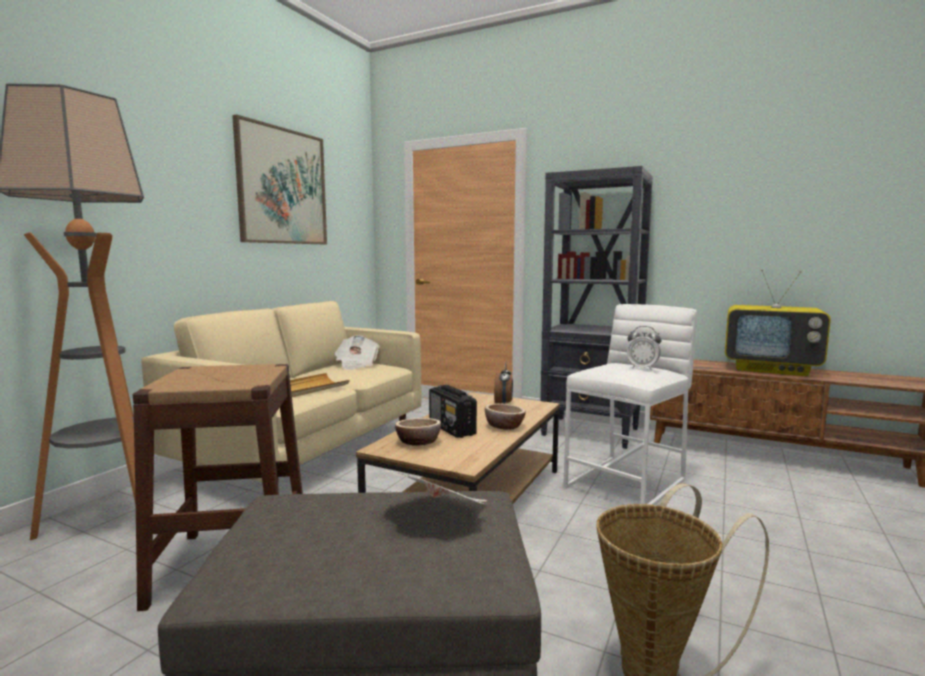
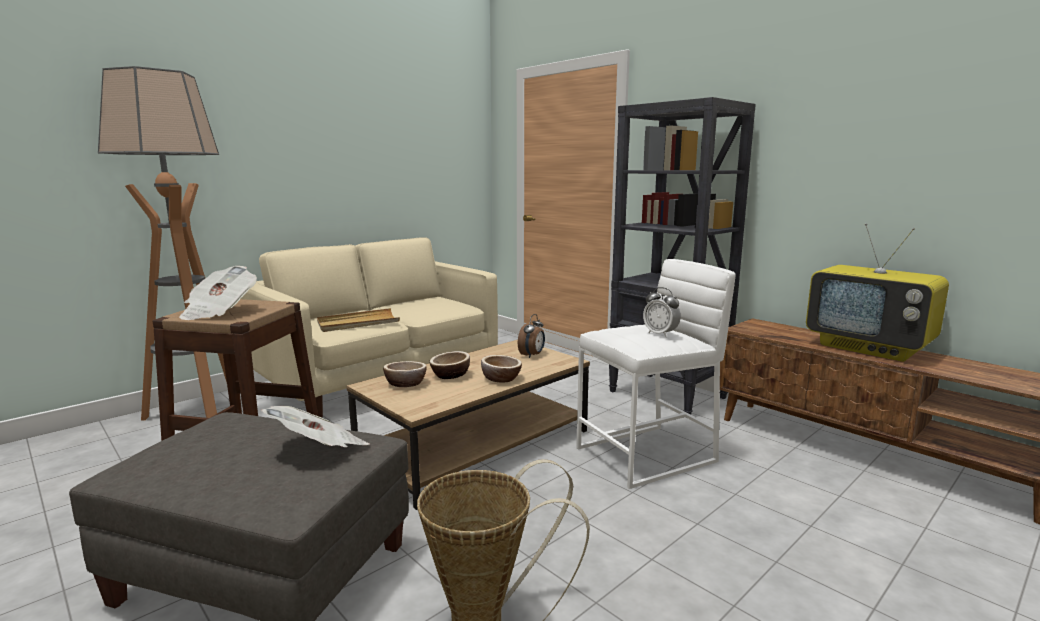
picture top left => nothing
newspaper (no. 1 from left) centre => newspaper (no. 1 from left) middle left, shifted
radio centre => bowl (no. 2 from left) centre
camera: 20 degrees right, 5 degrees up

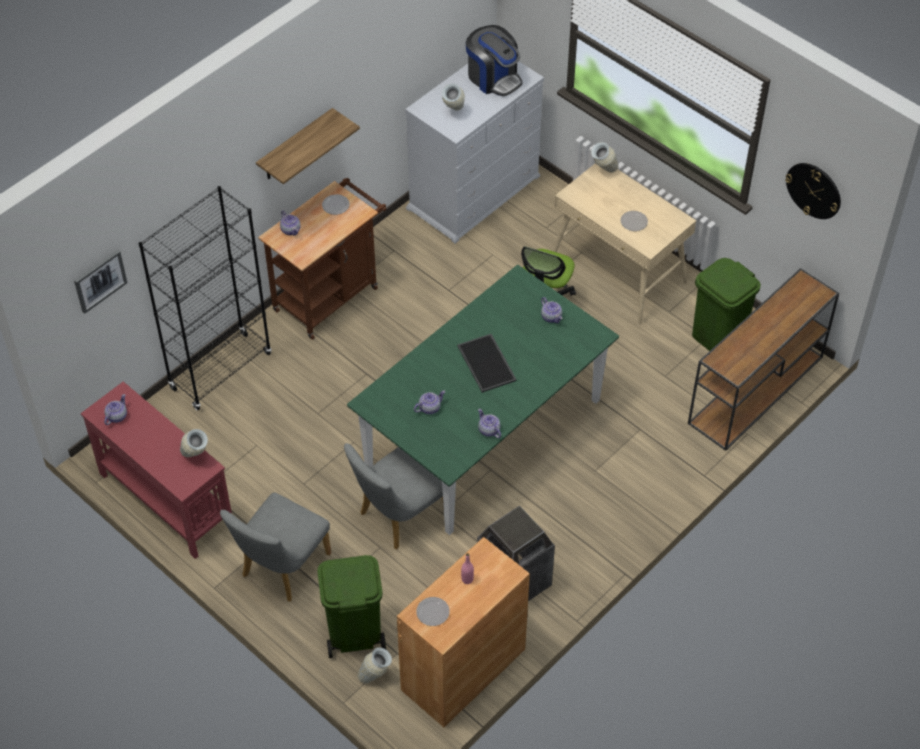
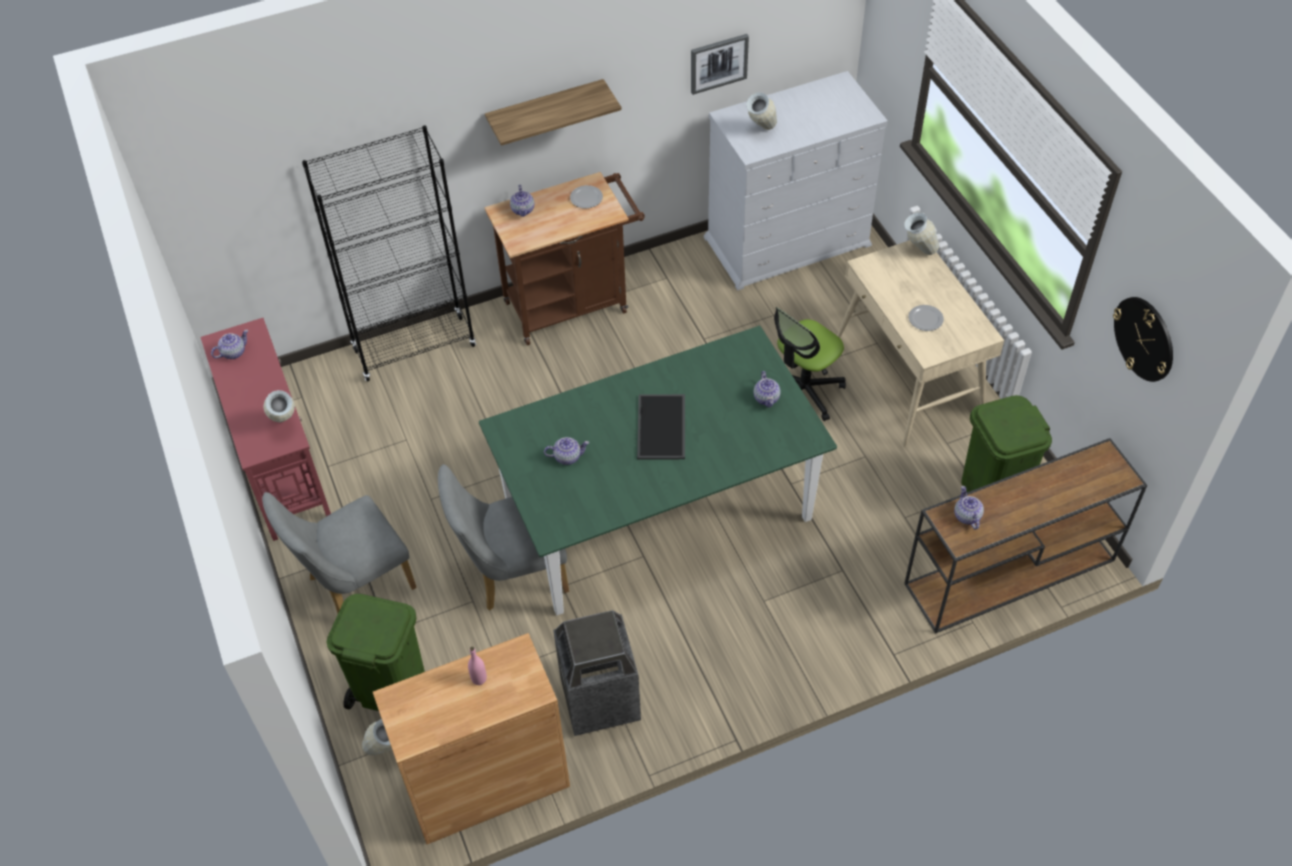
plate (no. 2 from left) bottom centre => nothing
coffee machine top centre => nothing
picture middle left => picture top centre, shifted
teapot (no. 4 from left in the first image) centre => teapot (no. 5 from left) middle right, shifted
camera: 25 degrees right, 0 degrees up

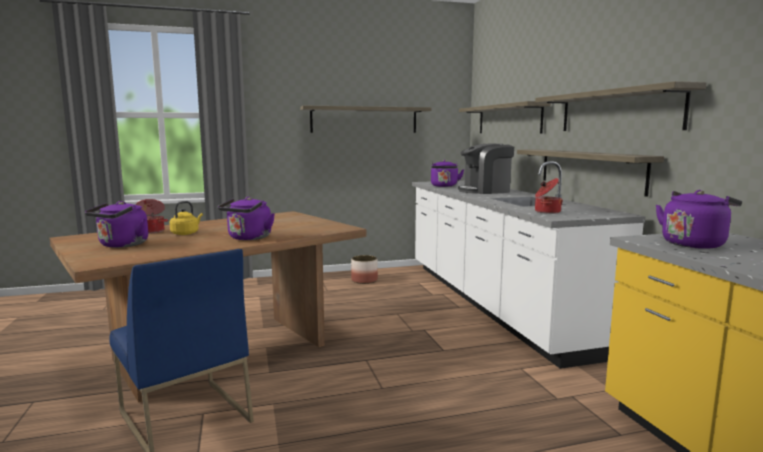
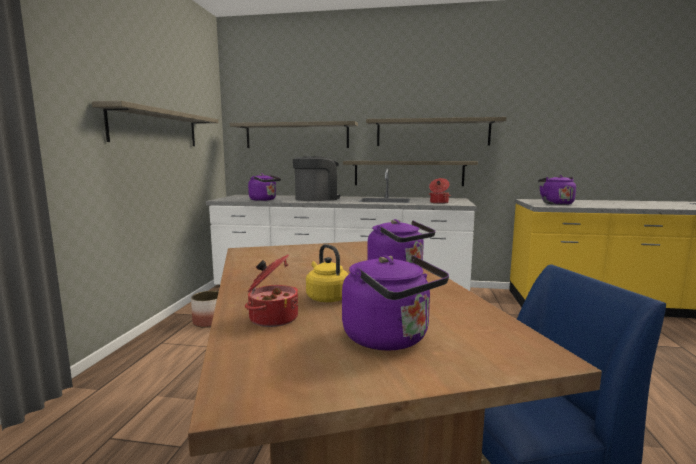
coffee machine centre, 135 degrees counterclockwise
camera: 65 degrees left, 0 degrees up

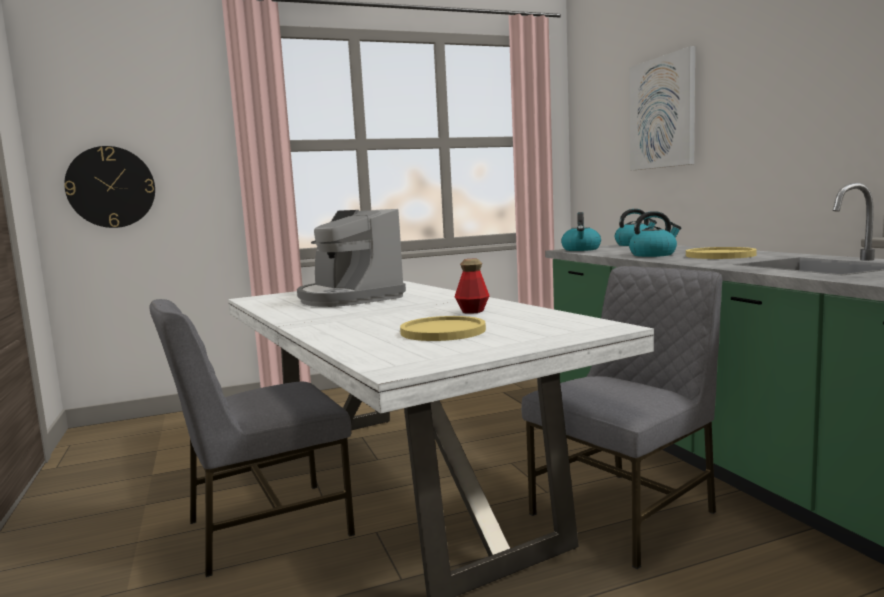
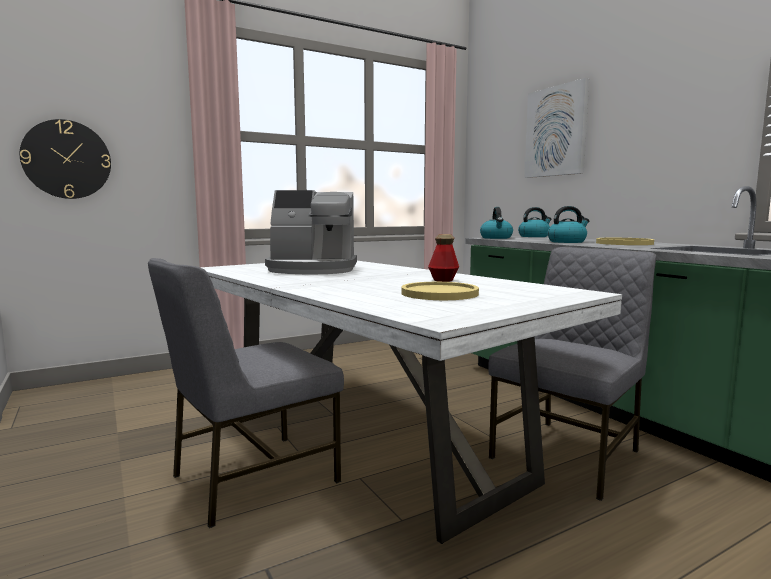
coffee machine centre, 45 degrees counterclockwise
camera: 10 degrees left, 0 degrees up

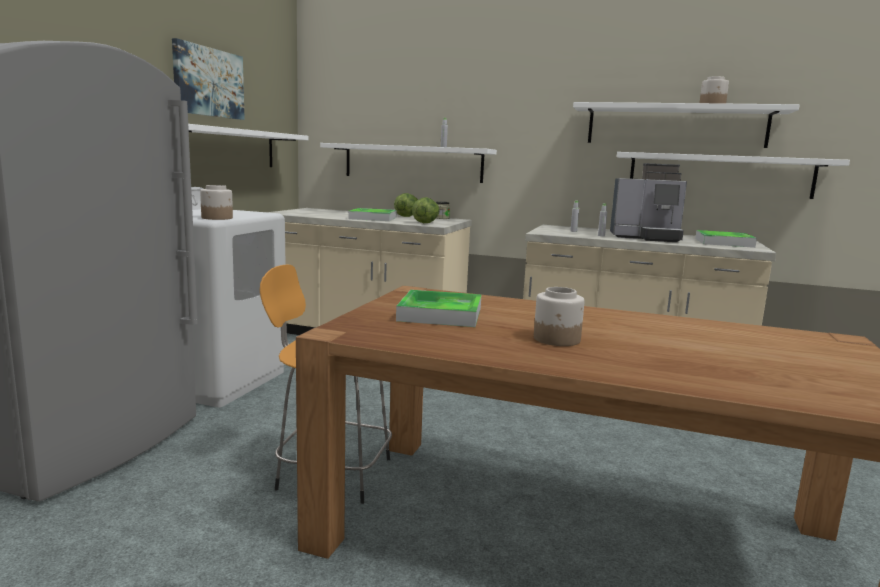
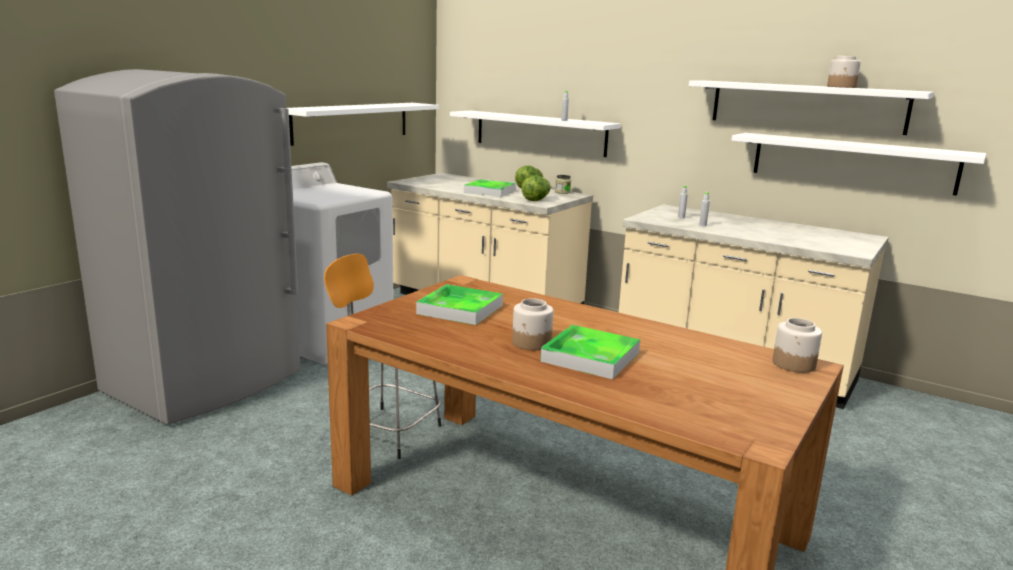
picture top left => nothing
coffee machine middle right => nothing
jar (no. 1 from left in the first image) middle left => jar (no. 3 from left) middle right, shifted
tray (no. 3 from left) middle right => tray (no. 3 from left) centre, shifted
camera: 15 degrees right, 5 degrees up

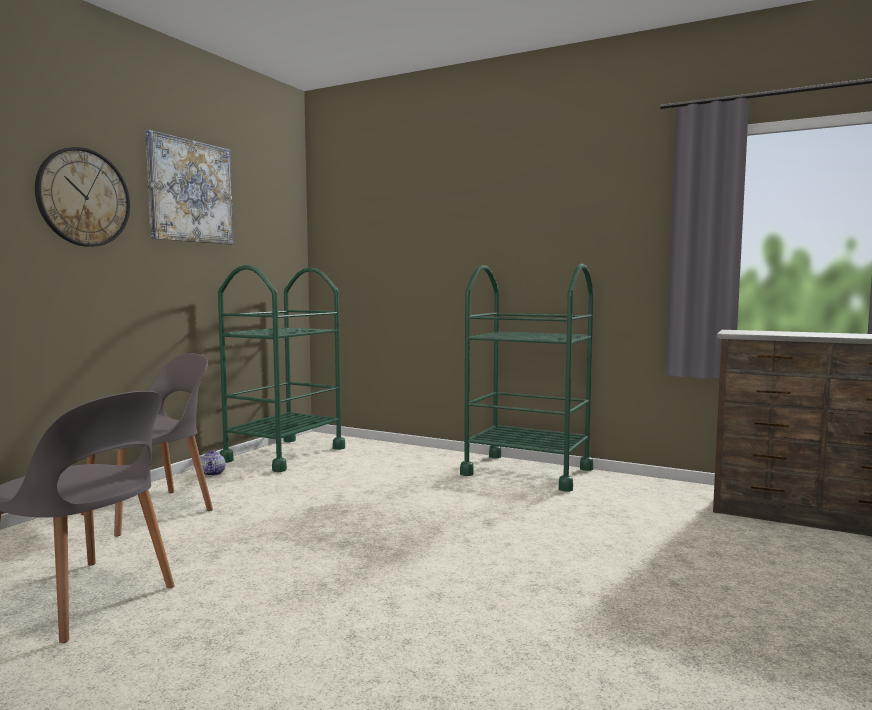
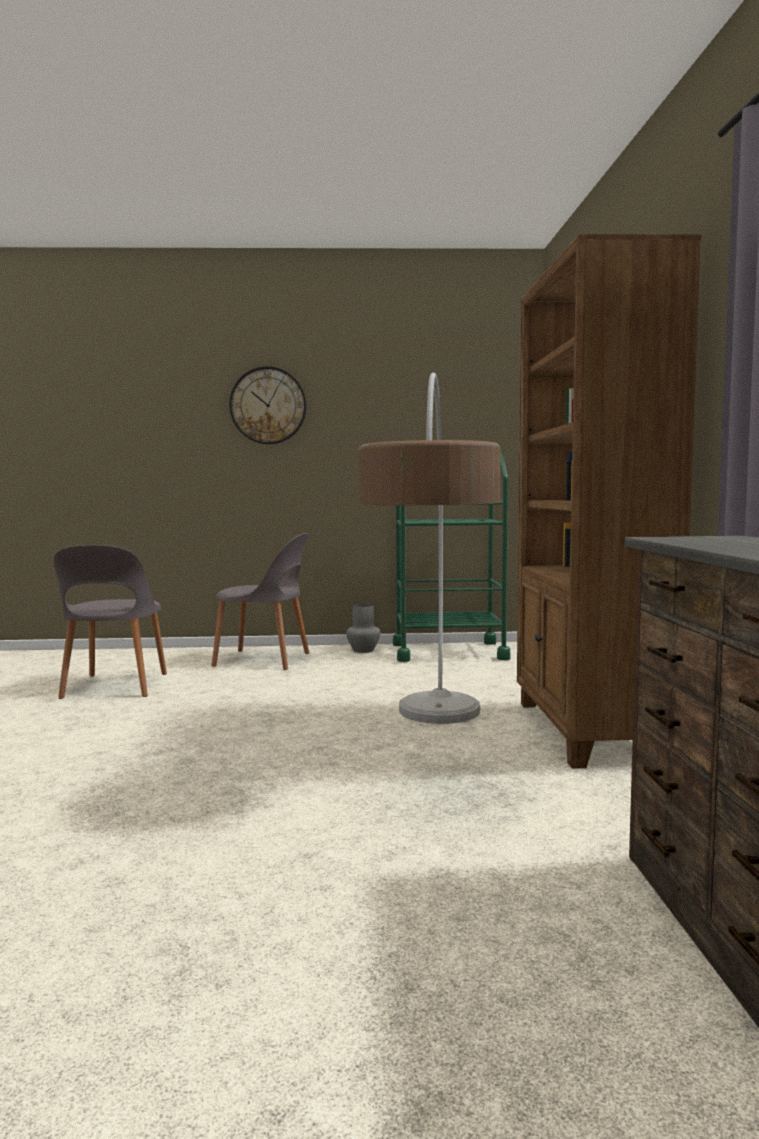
picture top left => nothing
nothing => floor lamp centre
teapot middle left => grey vase centre
green cart (no. 2 from left) centre => brown bookcase middle right
camera: 60 degrees right, 0 degrees up

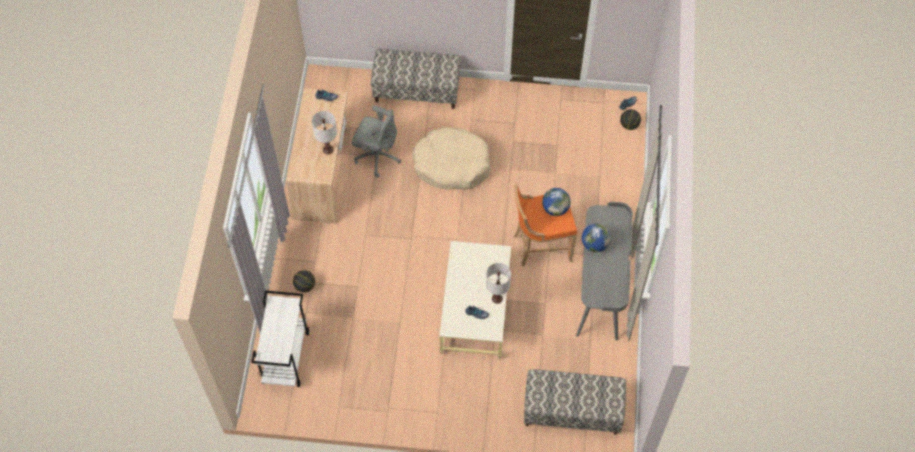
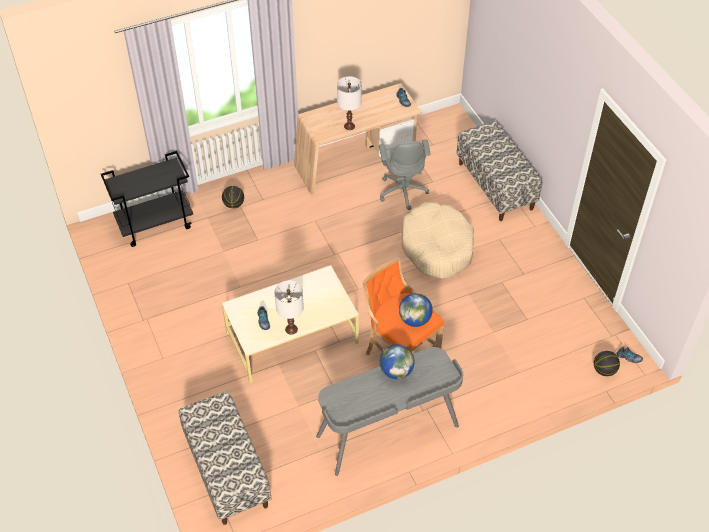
white cart bottom left => black cart middle left
camera: 60 degrees right, 10 degrees down

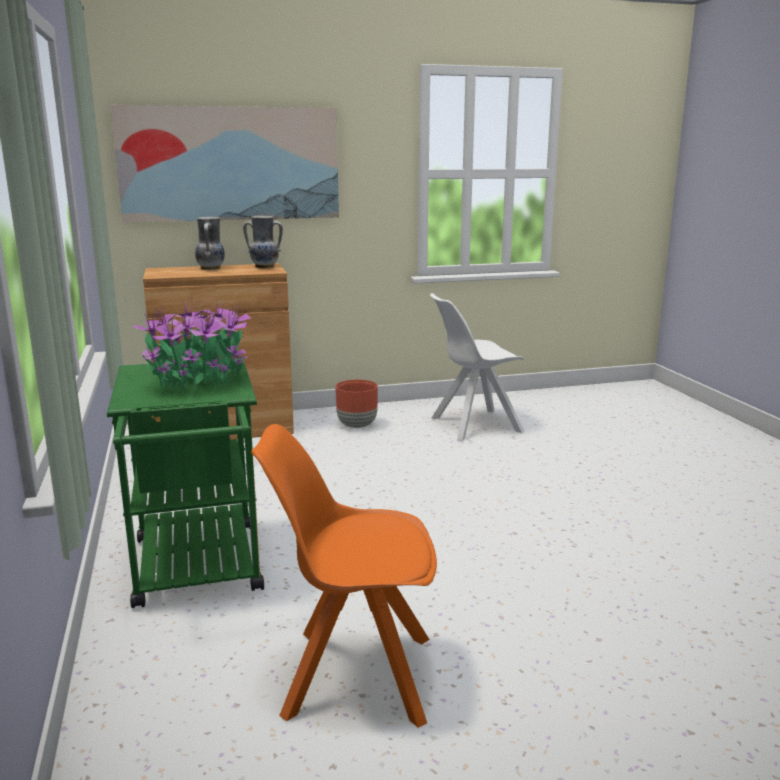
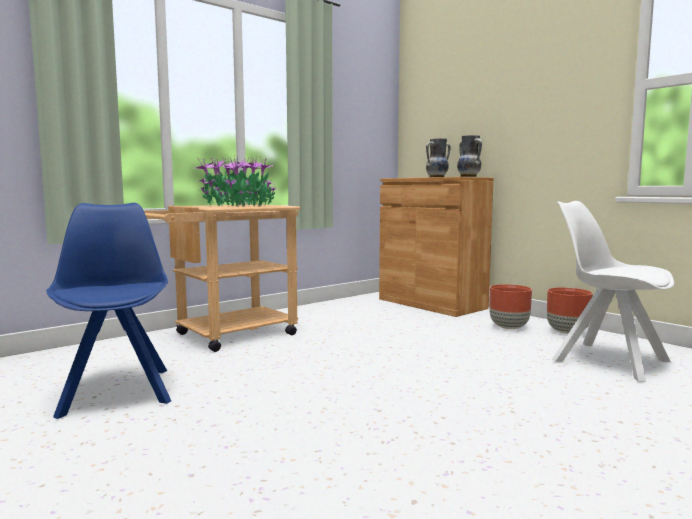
picture top left => nothing
nothing => brown planter (no. 2 from left) middle right
green cart middle left => beige cart middle left
orange chair bottom centre => blue chair middle left
camera: 65 degrees right, 10 degrees down

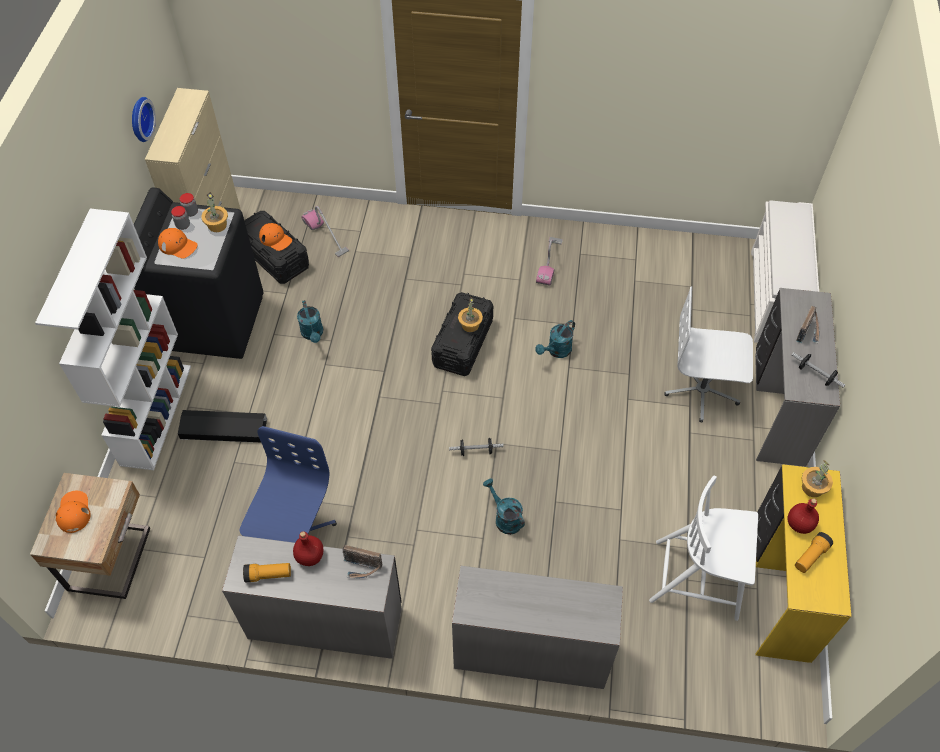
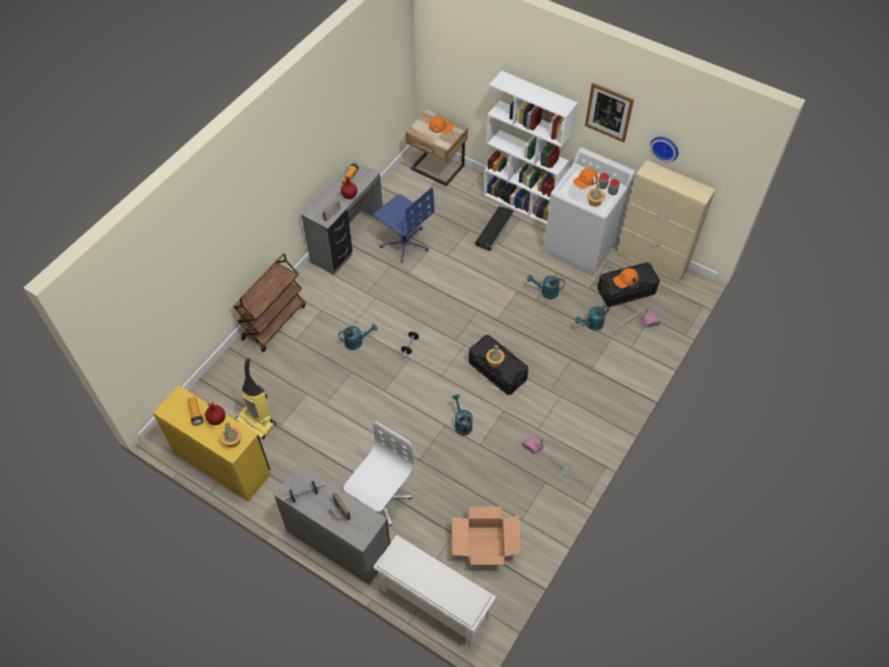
nothing => cardboard box bottom centre
nothing => turquoise watering can (no. 4 from left) centre
nothing => picture top right
grey desk (no. 2 from left) bottom centre => brown cart middle left
white chair bottom right => vacuum cleaner (no. 1 from left) middle left
black washing machine middle left => white washing machine top centre
camera: 115 degrees right, 0 degrees up

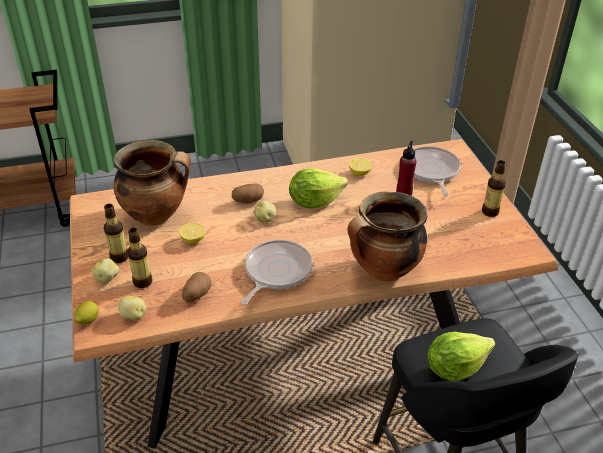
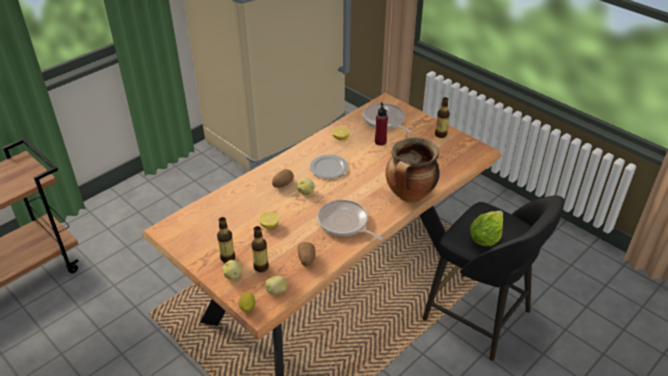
cooking pot (no. 1 from left) middle left => nothing
lettuce (no. 1 from left) centre => plate centre
frying pan (no. 1 from left) centre, 45 degrees counterclockwise
camera: 30 degrees left, 0 degrees up

